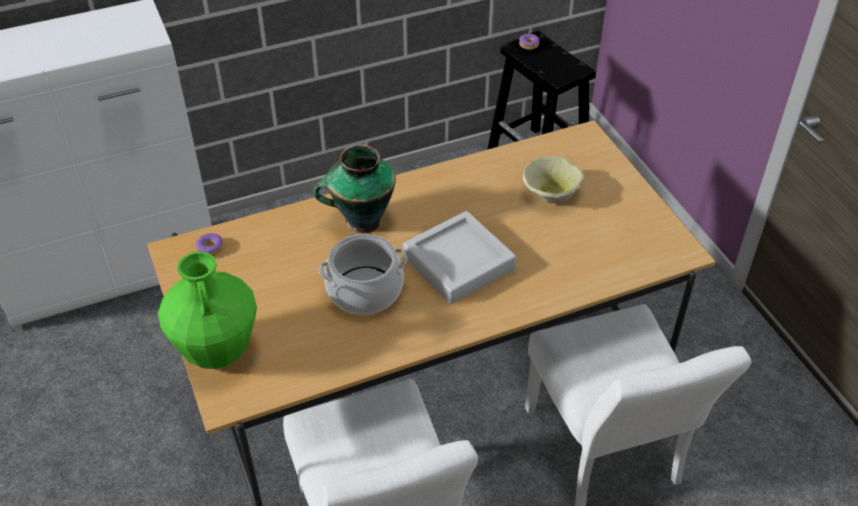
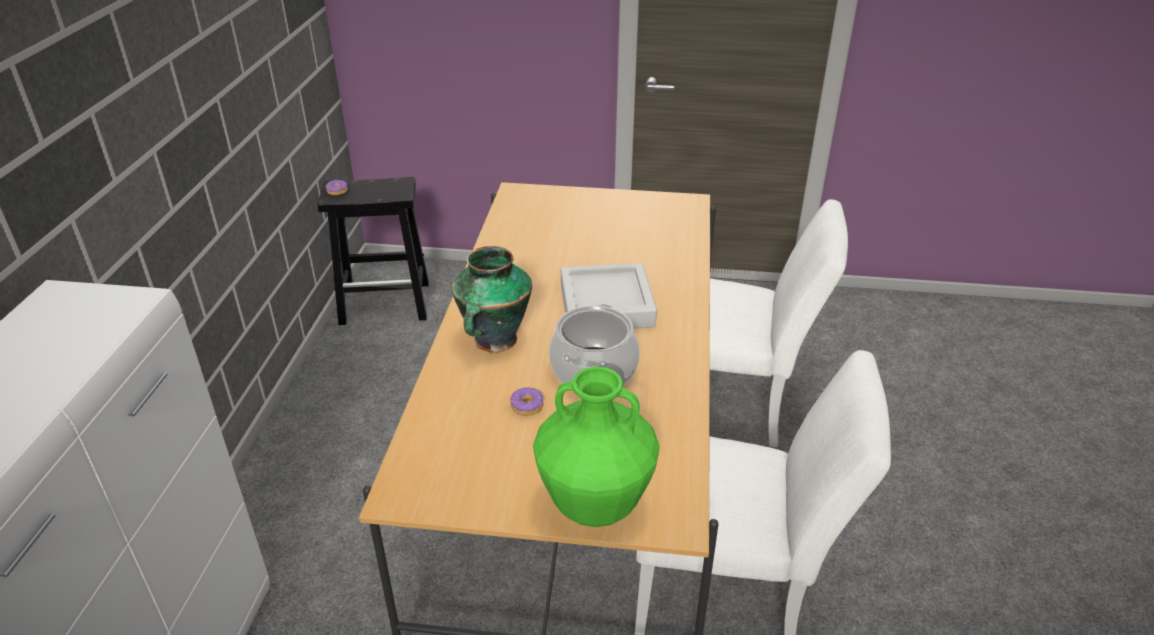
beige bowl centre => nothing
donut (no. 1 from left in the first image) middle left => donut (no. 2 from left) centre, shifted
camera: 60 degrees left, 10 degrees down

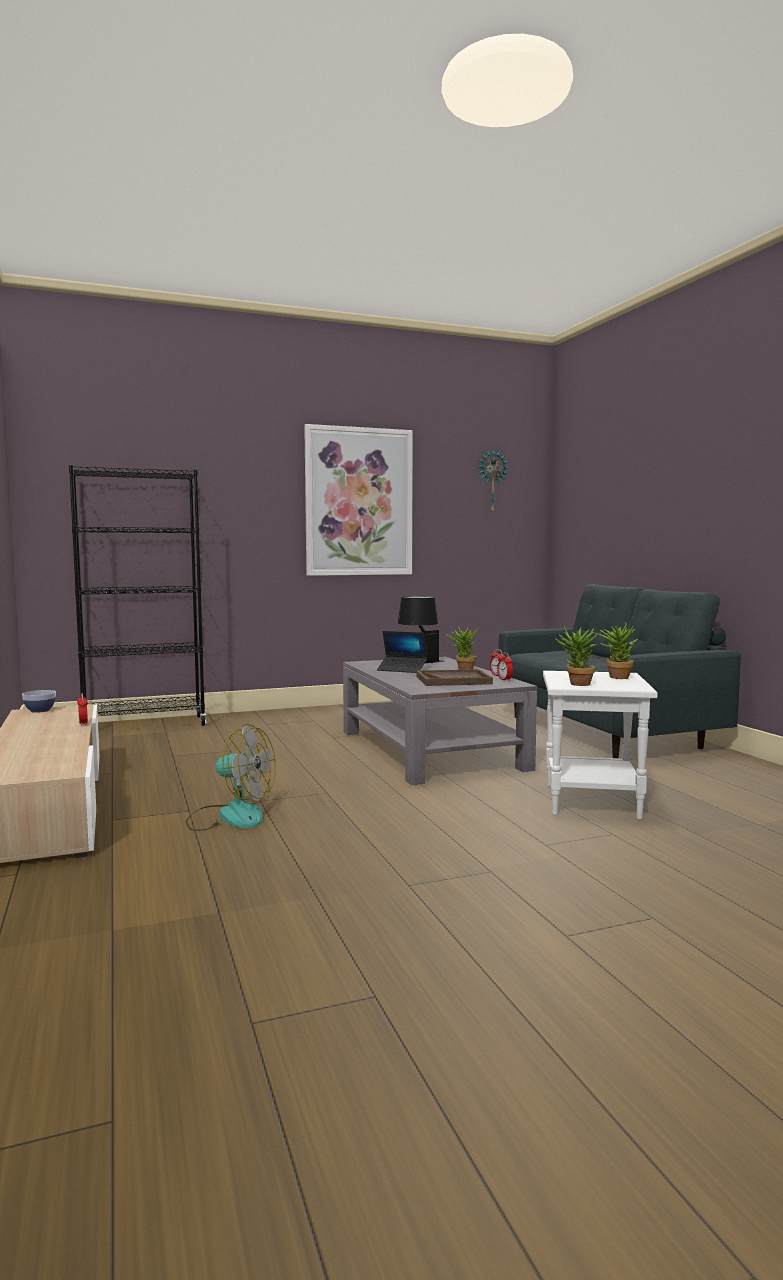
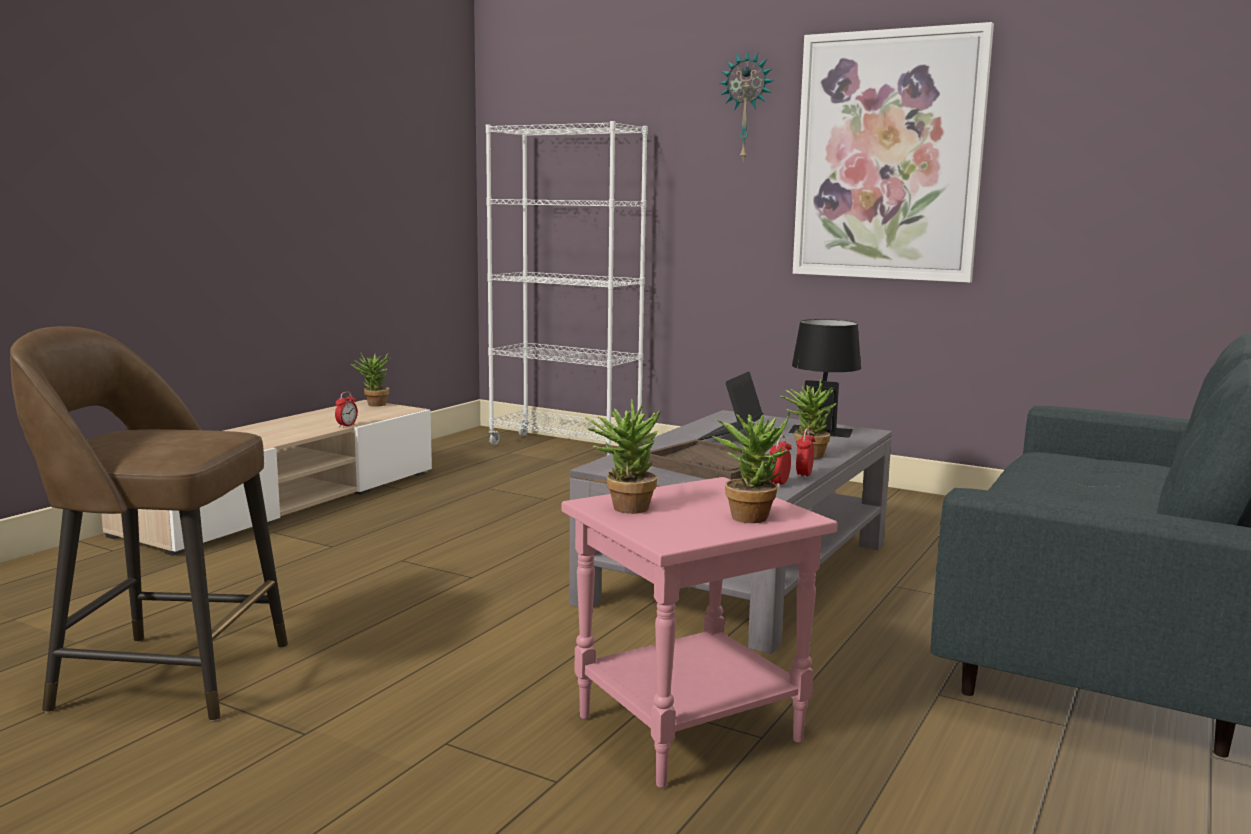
fan middle left => nothing
nothing => brown stool middle left
wall clock centre => wall clock top centre, shifted
bowl middle left => potted plant (no. 1 from left) middle left
black bookcase middle left => white bookcase centre
white side table middle right => pink side table bottom centre
laptop centre, 45 degrees clockwise
camera: 50 degrees right, 5 degrees up

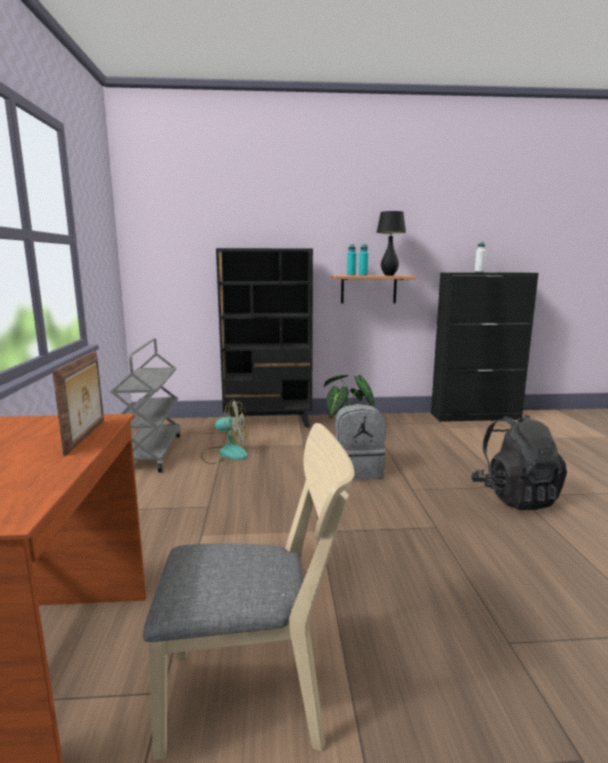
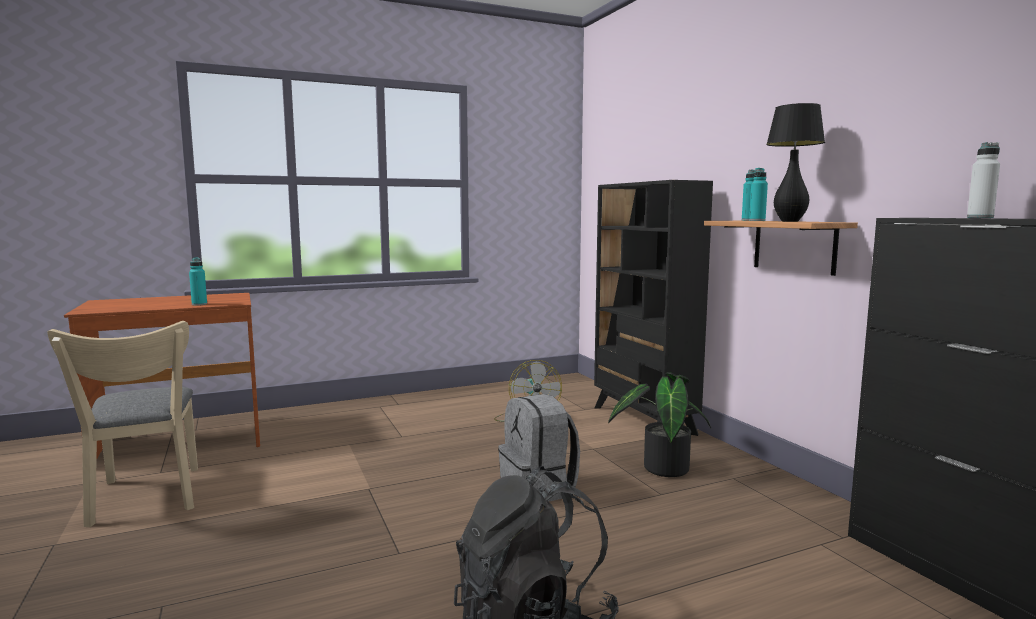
grey cart middle left => nothing
picture frame middle left => turquoise bottle (no. 1 from left) middle left
camera: 70 degrees right, 5 degrees down

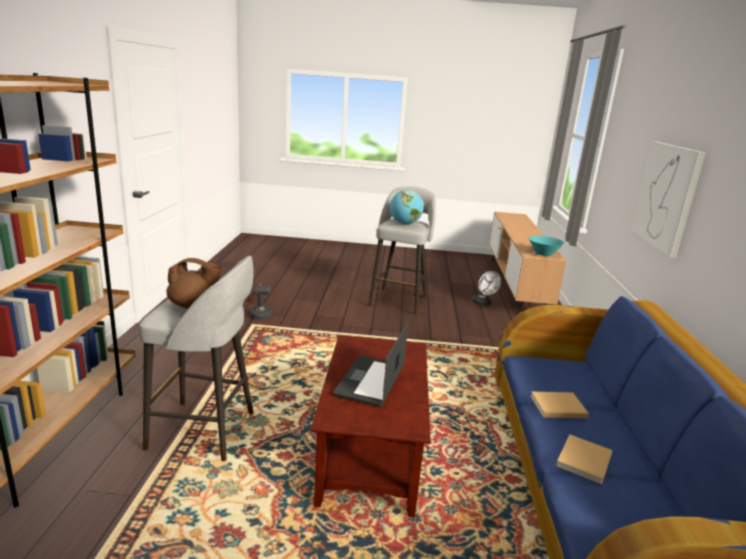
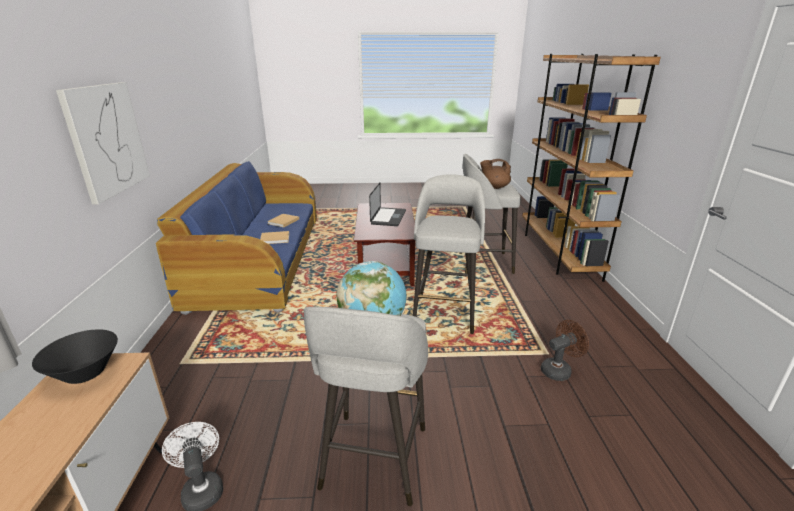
nothing => grey stool (no. 2 from left) centre
turquoise bowl middle right => black bowl bottom left
camera: 175 degrees right, 5 degrees up

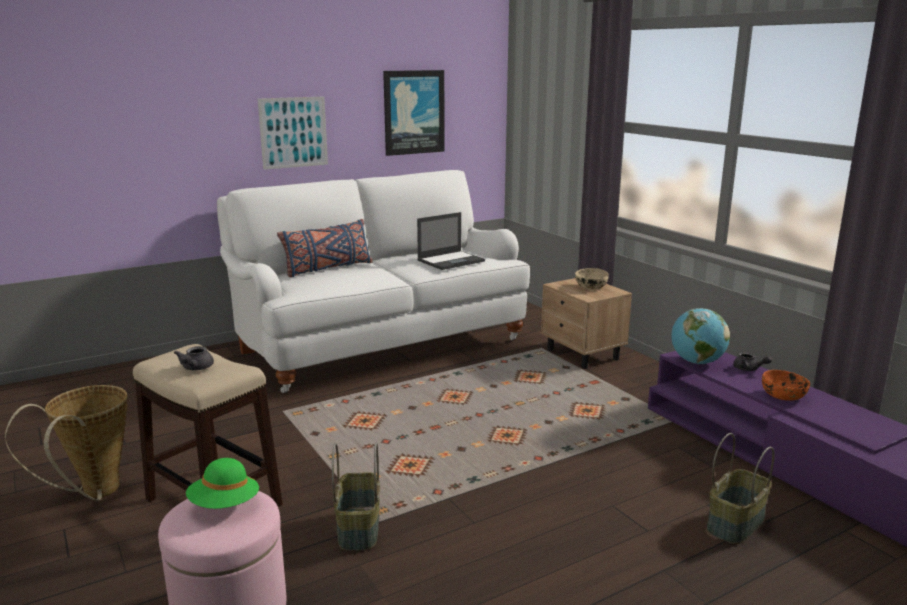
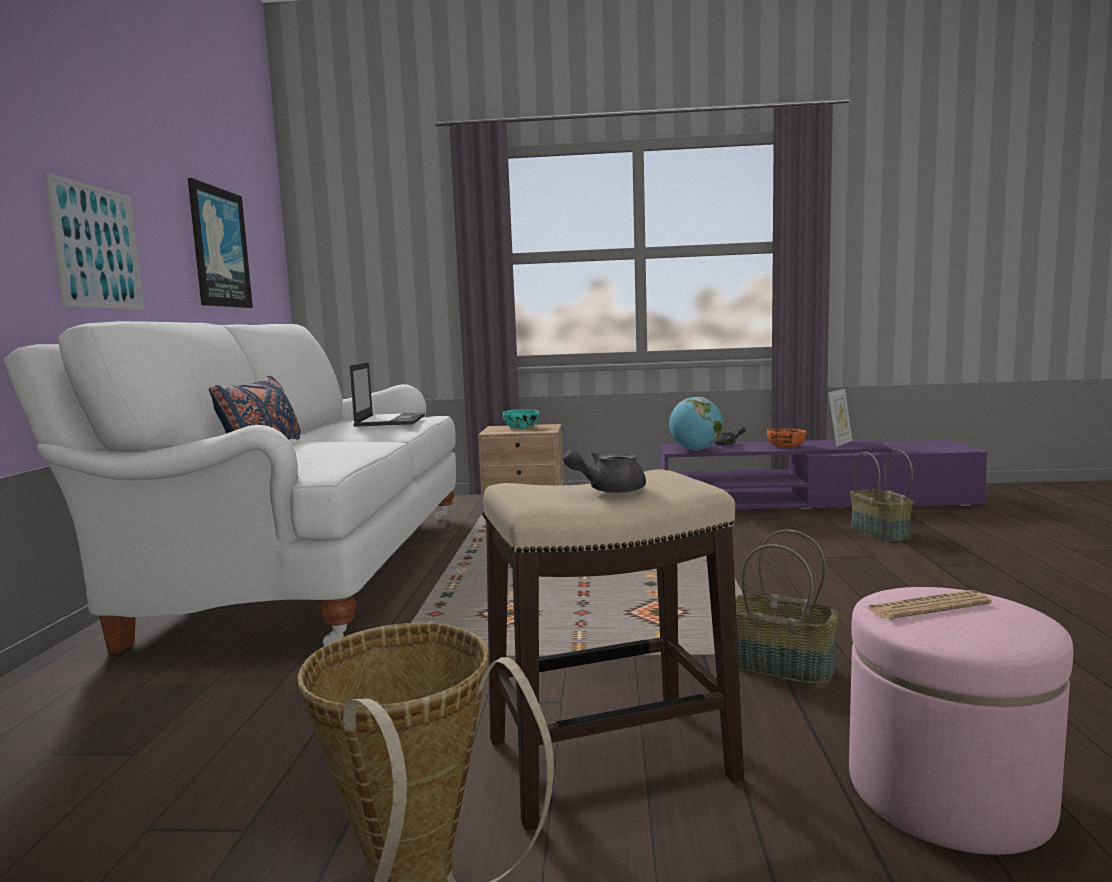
nothing => picture frame middle right
green hat bottom left => newspaper bottom right
beige bowl centre => turquoise bowl centre
grey teapot (no. 1 from left) middle left => grey teapot (no. 1 from left) centre, 120 degrees clockwise
camera: 55 degrees left, 10 degrees down

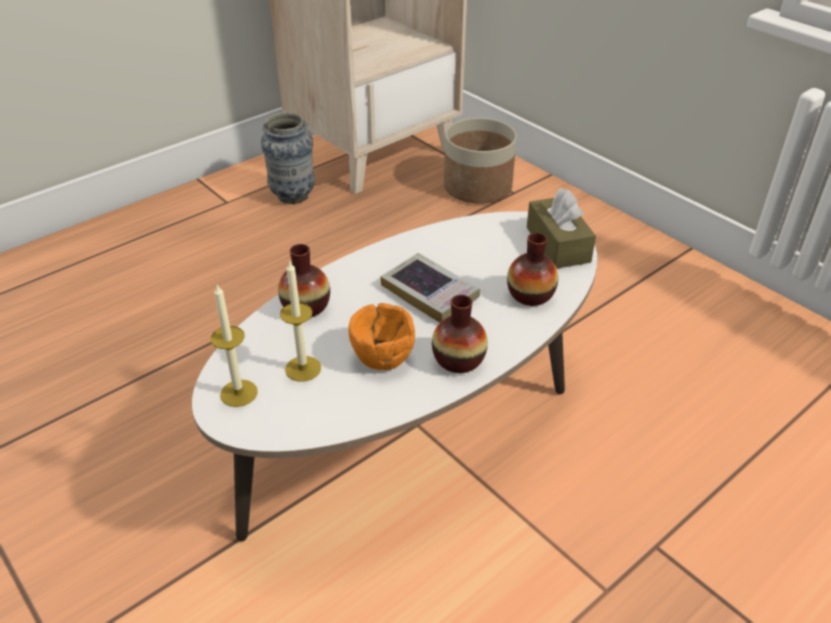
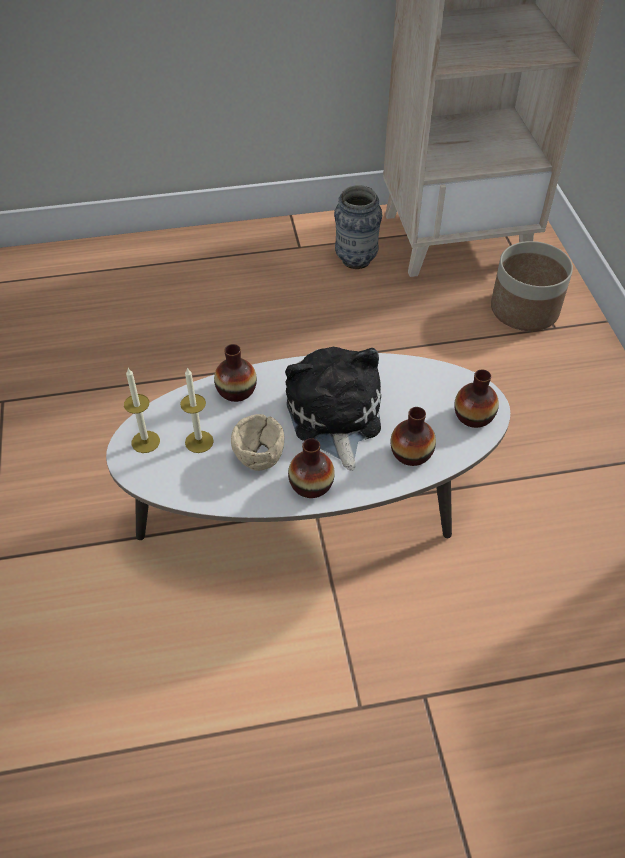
book centre => plush toy centre
brown tissue box middle right => vase (no. 5 from left) middle right
orange bowl centre => beige bowl centre
camera: 30 degrees right, 10 degrees up

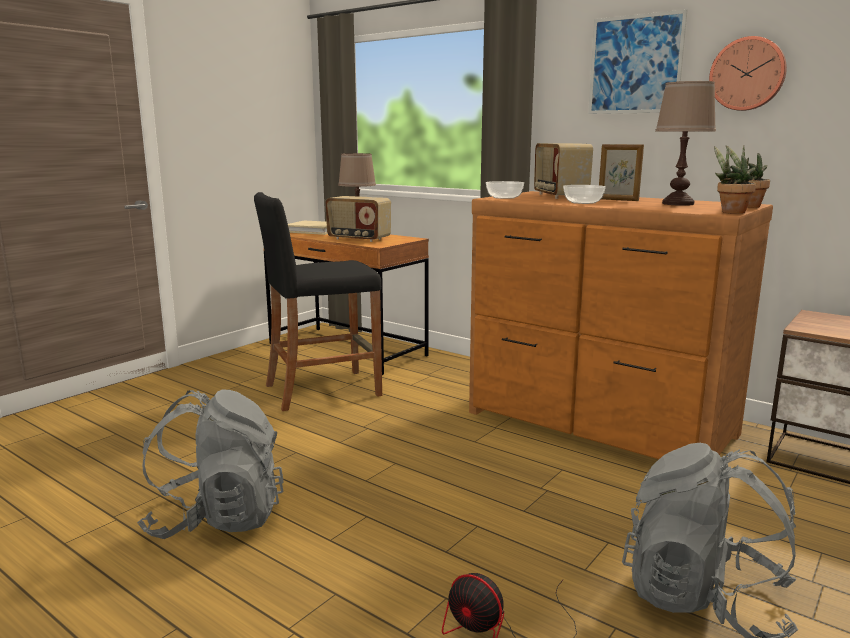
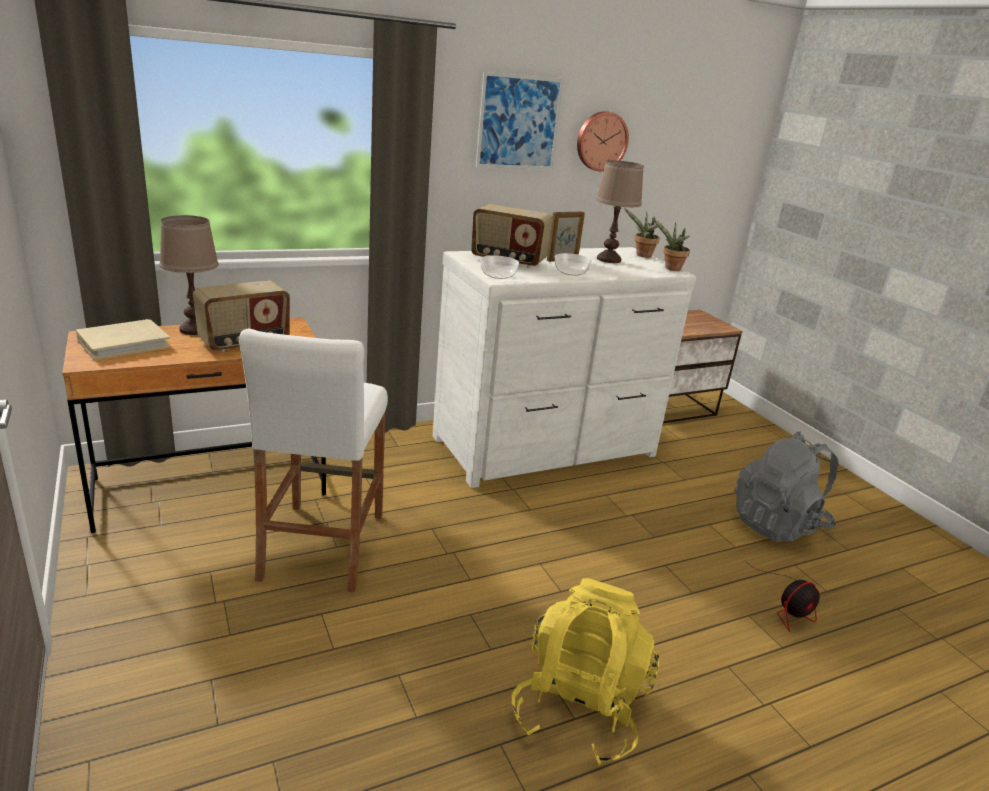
grey backpack (no. 1 from left) bottom left => yellow backpack bottom centre
black stool centre => white stool middle left
brown dresser middle right => white dresser centre
camera: 65 degrees left, 10 degrees up

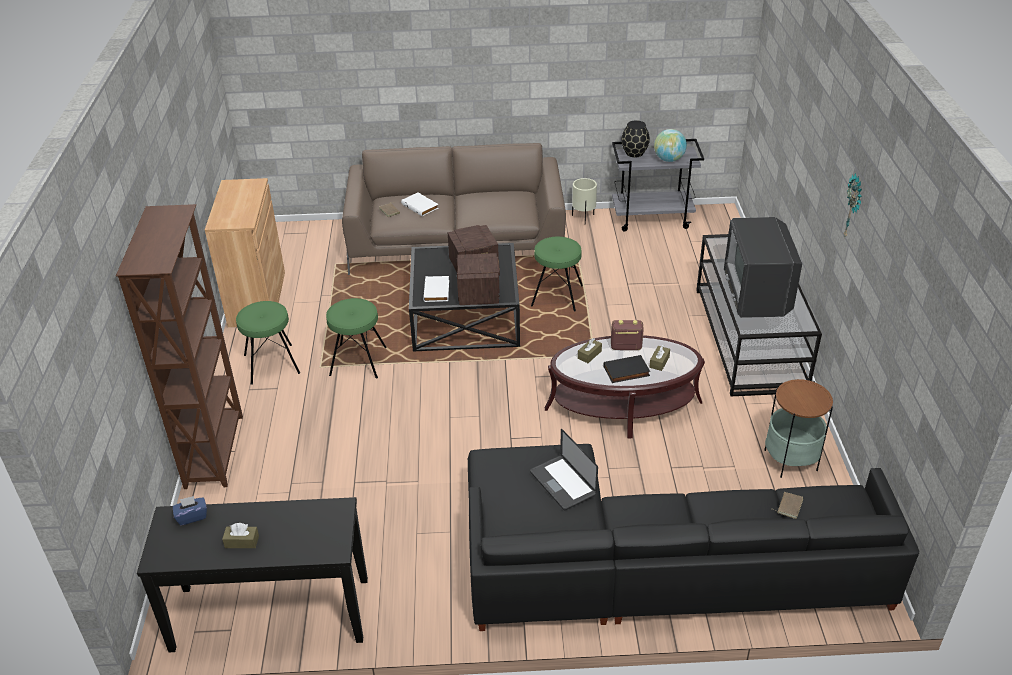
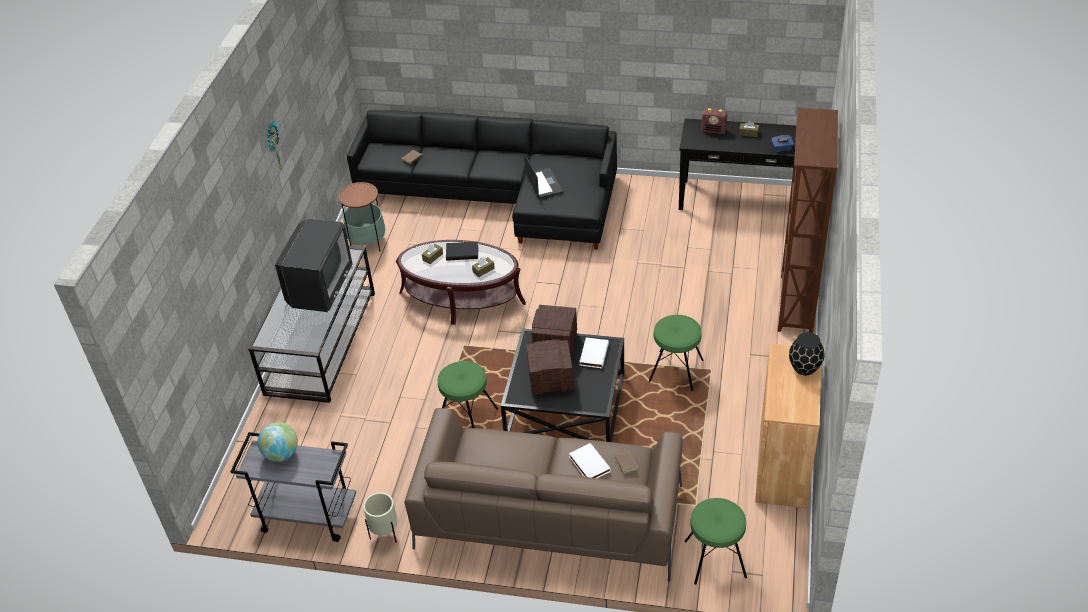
green stool (no. 1 from left in the first image) middle left => green stool (no. 3 from left) bottom centre, shifted
radio (no. 3 from left) centre => radio (no. 3 from left) top centre, shifted
black vase top centre => black vase middle right, shifted
camera: 165 degrees left, 5 degrees up

